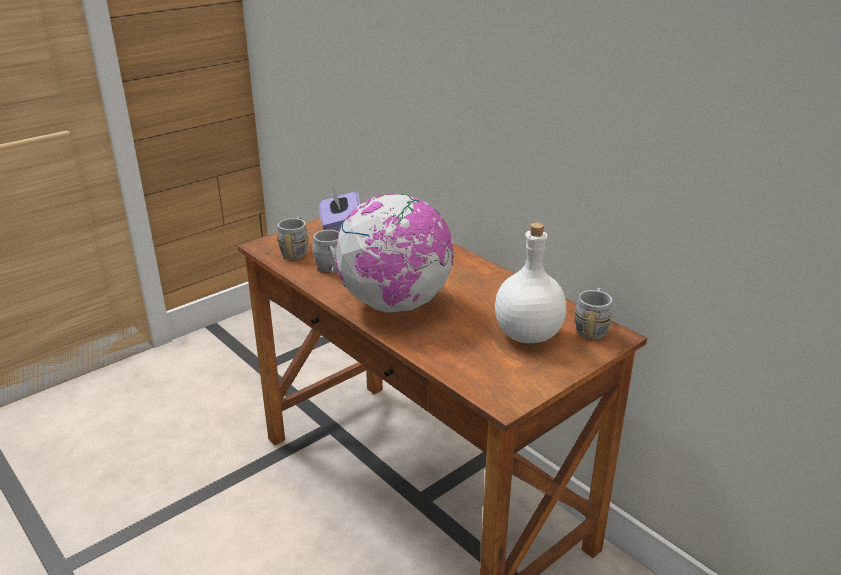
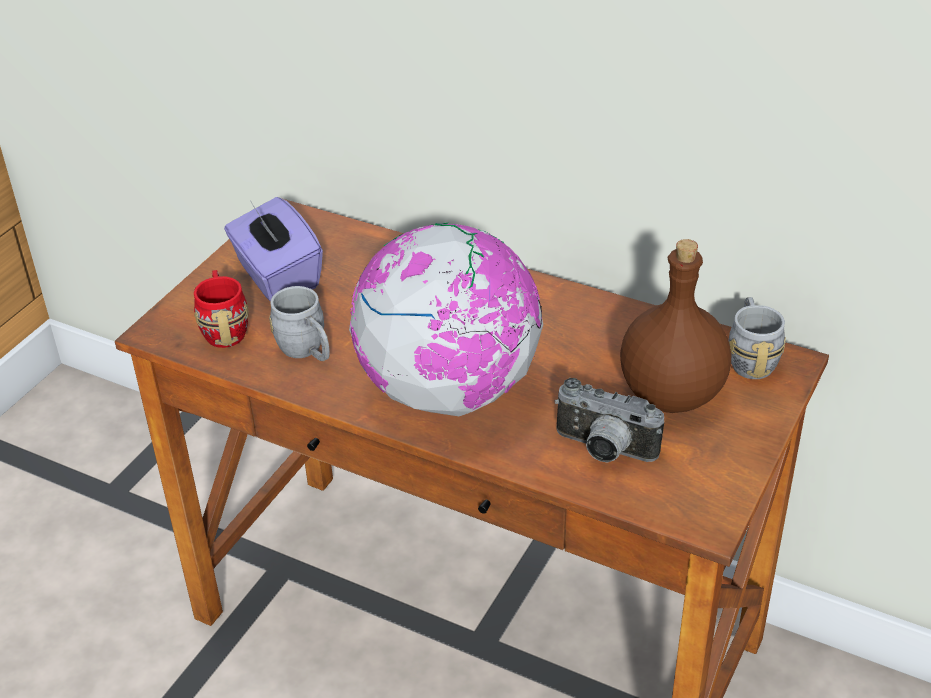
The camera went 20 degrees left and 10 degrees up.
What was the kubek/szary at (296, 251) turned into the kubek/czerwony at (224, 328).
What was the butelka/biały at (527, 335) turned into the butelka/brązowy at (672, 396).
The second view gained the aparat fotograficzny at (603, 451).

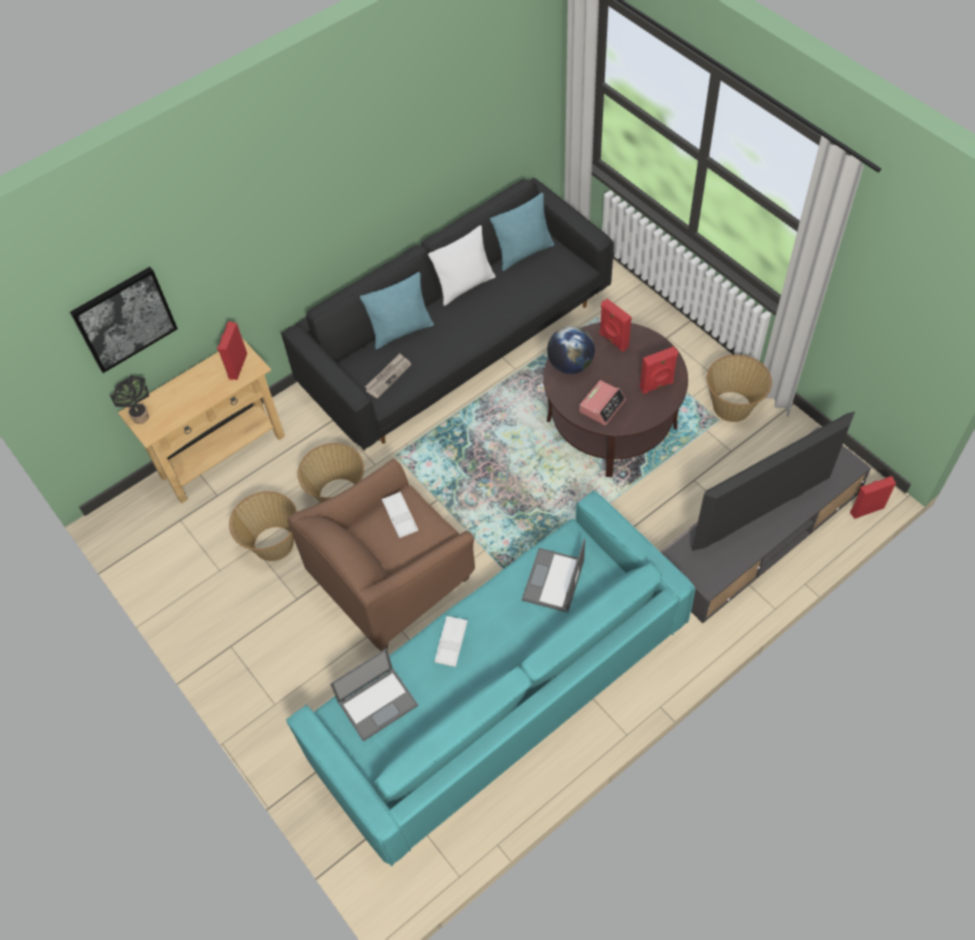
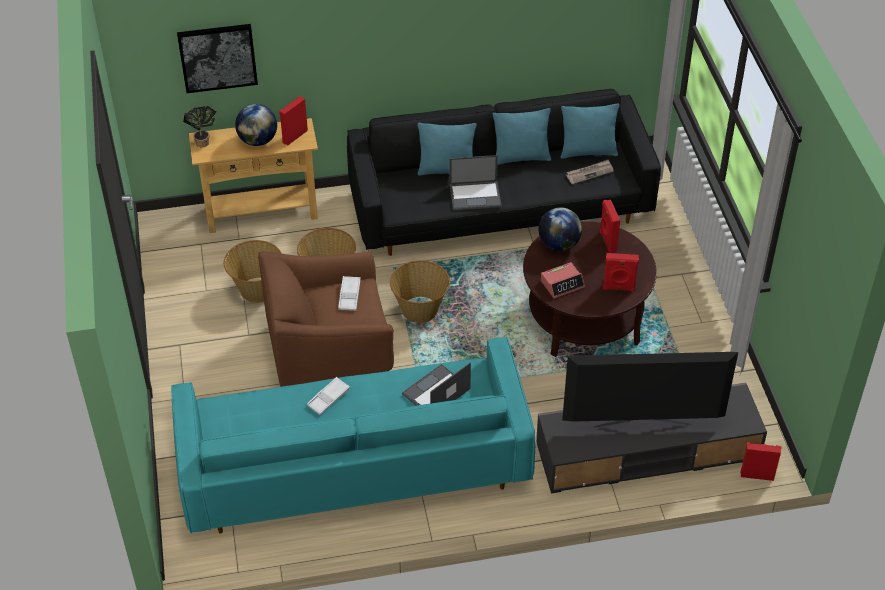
The camera went 25 degrees right and 10 degrees down.
What was the poduszka/biały at (465, 286) turned into the poduszka/turkusowy at (521, 157).
The gazeta ended up elsewhere, having gone from (388, 376) to (590, 173).
The koszyk ended up elsewhere, having gone from (733, 406) to (420, 310).
The laptop ended up elsewhere, having gone from (378, 702) to (476, 195).
The second view gained the globus at (258, 140).

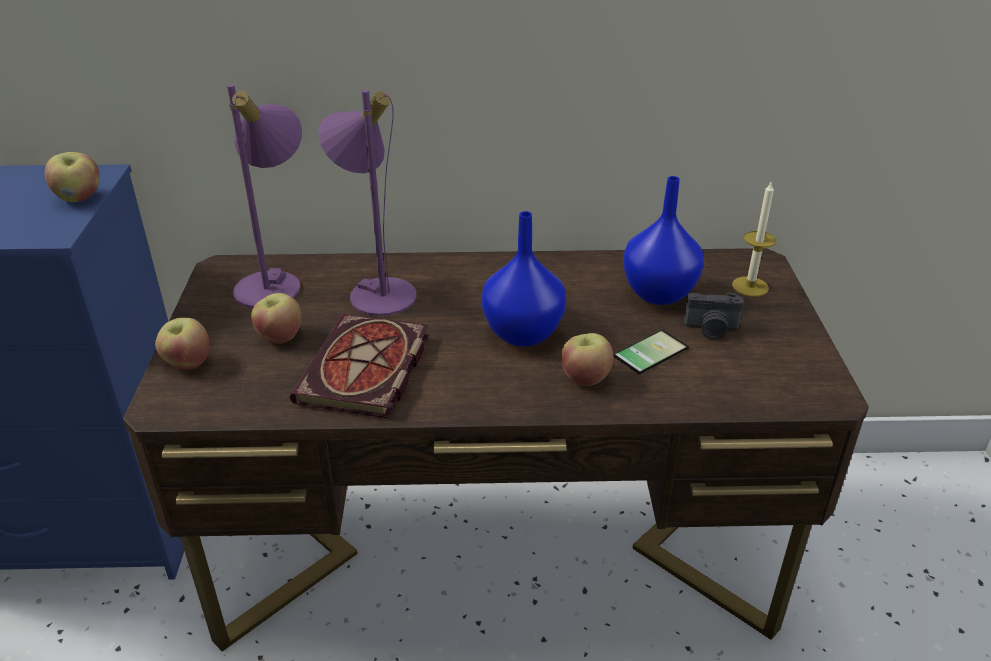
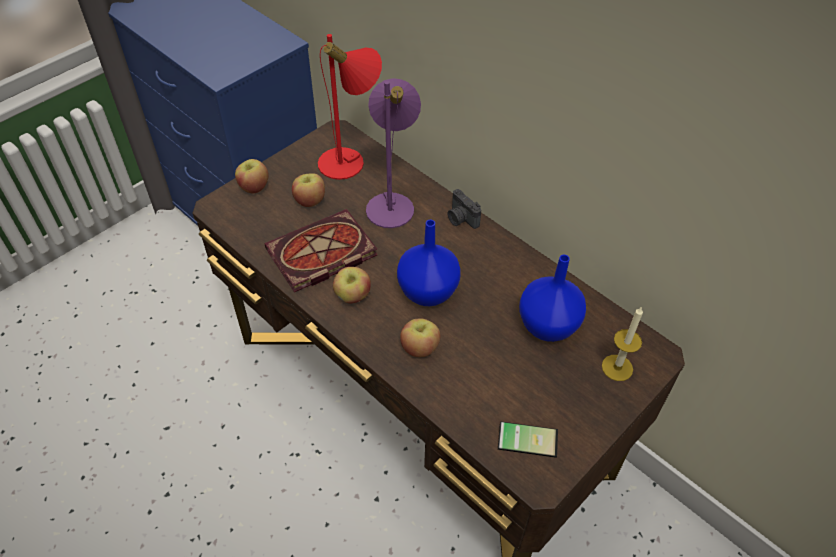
The camera went 45 degrees right and 15 degrees up.
What was the lampa stołowa/fioletowy at (276, 283) turned into the lampa stołowa/czerwony at (350, 162).
The jabłko ended up elsewhere, having gone from (79, 198) to (352, 296).
The aparat fotograficzny ended up elsewhere, having gone from (711, 329) to (461, 219).
The telefon ended up elsewhere, having gone from (648, 350) to (528, 436).

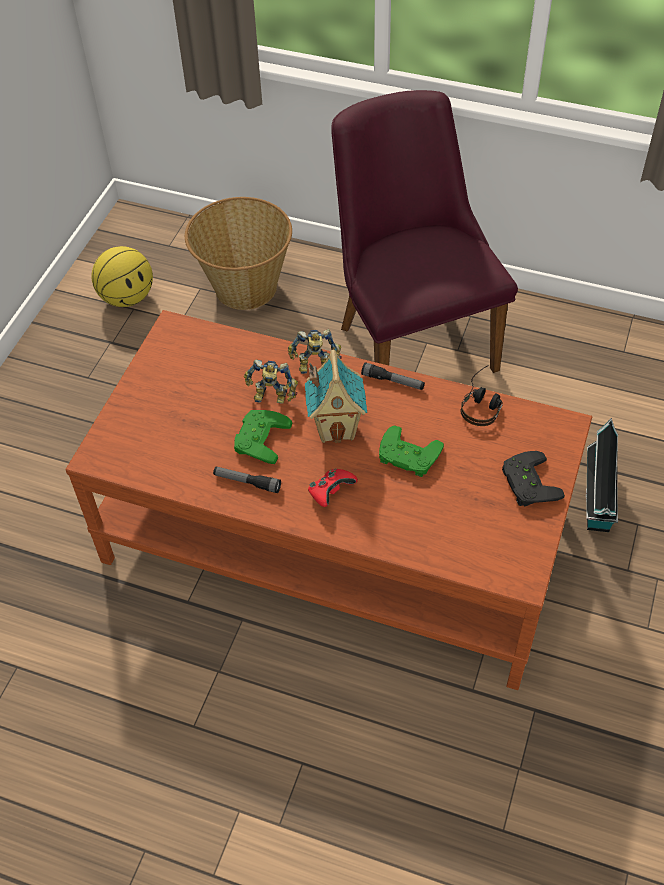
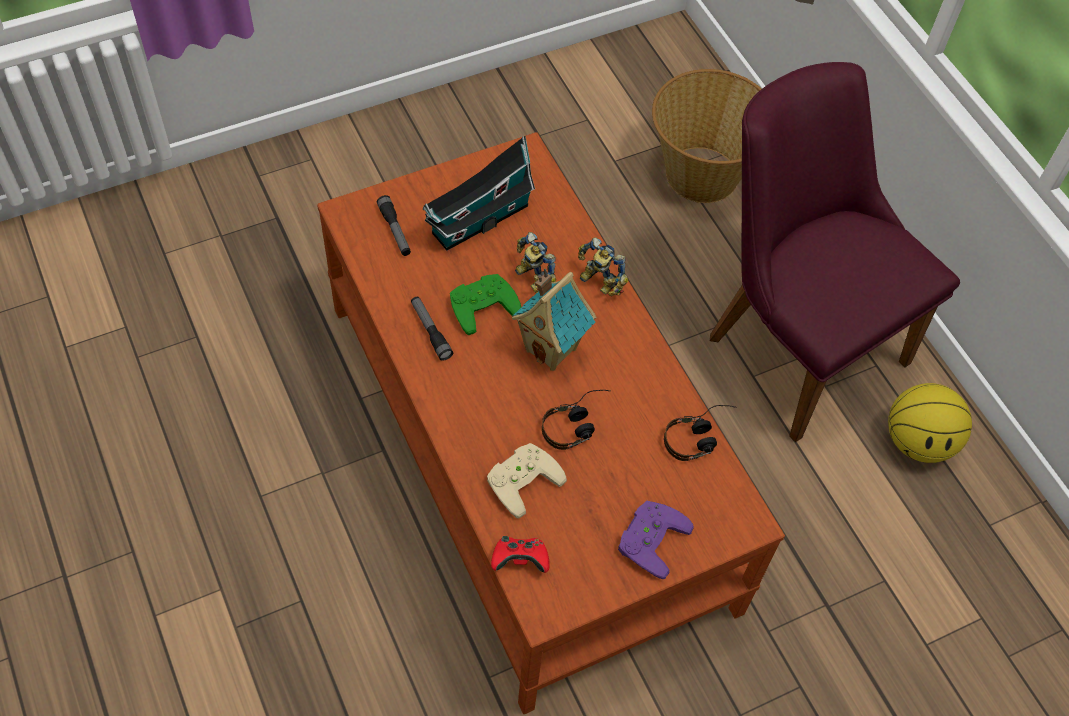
The camera went 40 degrees right and 5 degrees up.
The krzesło/fioletowy at (409, 338) ended up facing another way, 60 degrees counterclockwise from before.
The piłka do koszykówki ended up elsewhere, having gone from (128, 297) to (918, 442).
The latarka ended up elsewhere, having gone from (393, 381) to (395, 230).
The domek ended up elsewhere, having gone from (597, 499) to (477, 221).
Where the pad do gier/zielony stood at (407, 457), the słuchawki came to stand at (578, 424).
What was the pad do gier/czarny at (526, 483) turned into the pad do gier/fioletowy at (649, 538).
The pad do gier/czerwony ended up elsewhere, having gone from (331, 493) to (520, 560).
The second view gained the pad do gier/beżowy at (521, 478).

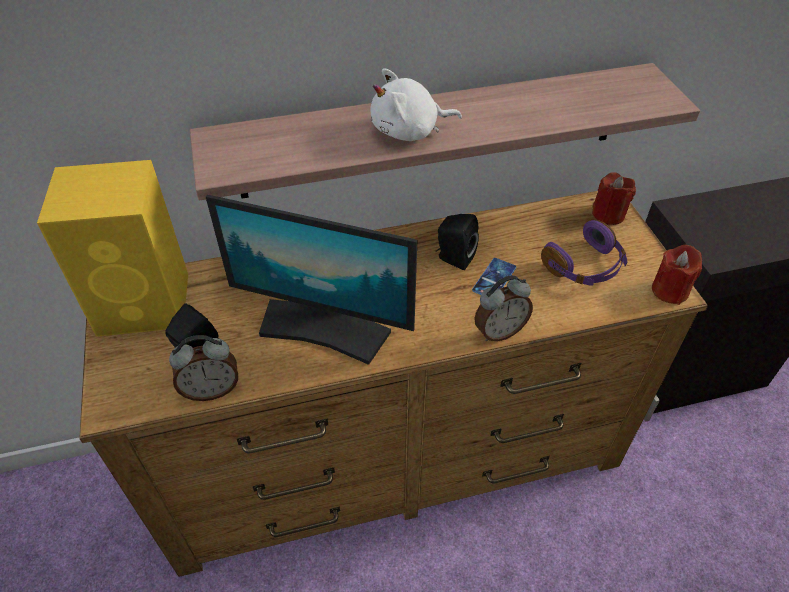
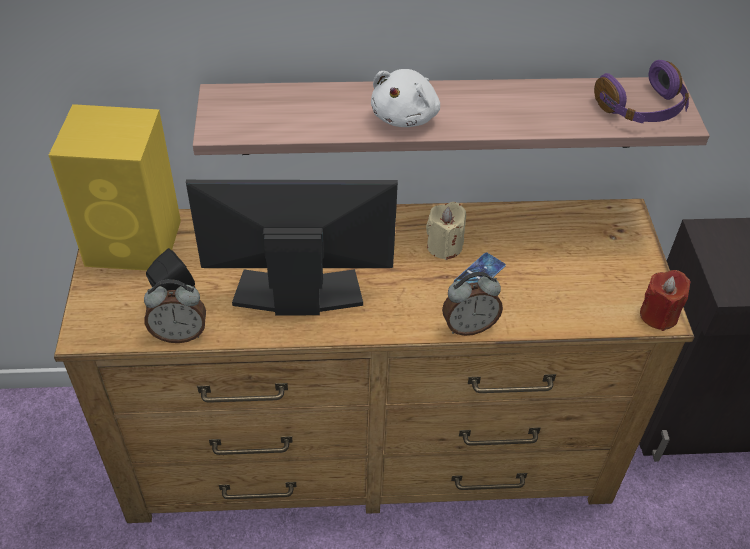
The camera went 10 degrees right and 0 degrees up.
The pluszak/biały at (409, 131) ended up facing another way, 60 degrees counterclockwise from before.
The second view lost the świeca/czerwony at (608, 214).
The monitor at (324, 328) ended up facing another way, 150 degrees clockwise from before.
Where the głośnik/czarny stood at (453, 258), the świeca/beżowy came to stand at (444, 246).
The słuchawki/fioletowy ended up elsewhere, having gone from (584, 267) to (642, 109).

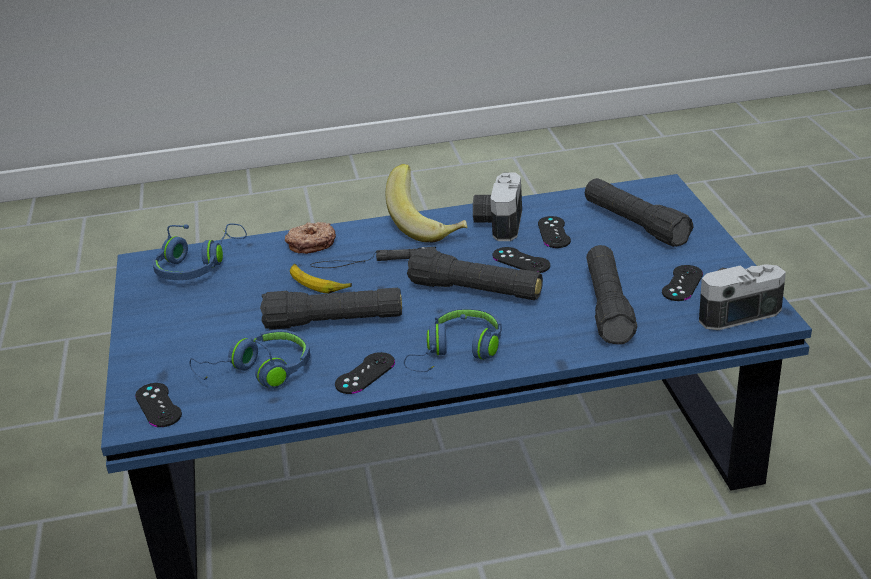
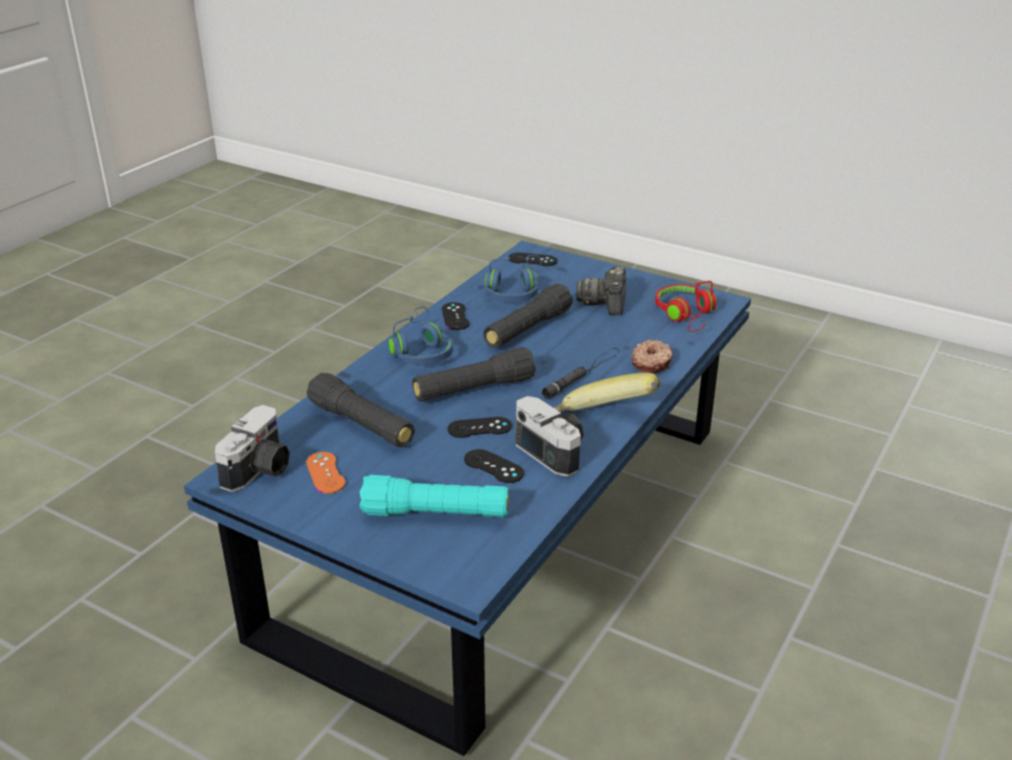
The camera went 130 degrees right and 0 degrees up.
What was the latarka/czarny at (635, 224) turned into the latarka/turkusowy at (435, 513).
What was the słuchawki/niebieski at (198, 265) turned into the słuchawki/czerwony at (686, 316).
The second view lost the banan at (318, 283).
What was the pad do gier/czarny at (682, 283) turned into the pad do gier/pomarańczowy at (325, 473).
The second view gained the aparat fotograficzny at (605, 303).

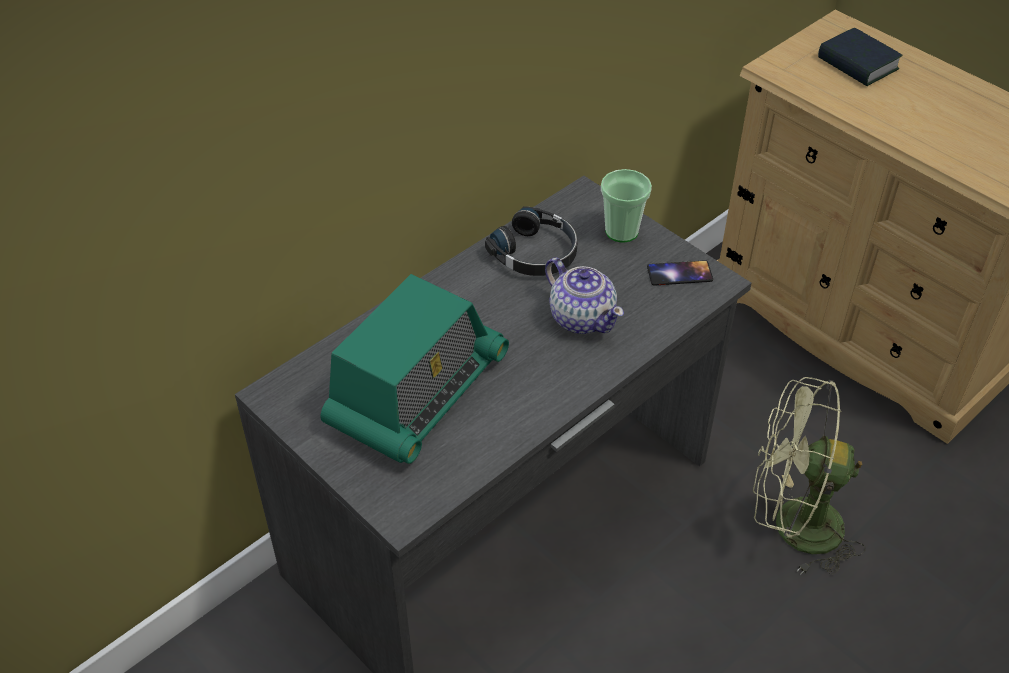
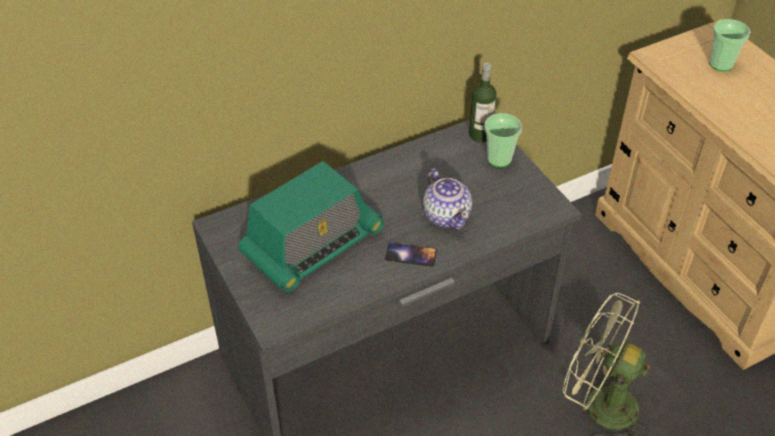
The camera went 15 degrees right and 0 degrees up.
Where the książka stood at (857, 64), the filiżanka came to stand at (721, 64).
The second view lost the słuchawki/czarny at (536, 253).
The telefon ended up elsewhere, having gone from (679, 273) to (411, 255).
The second view gained the butelka at (480, 135).

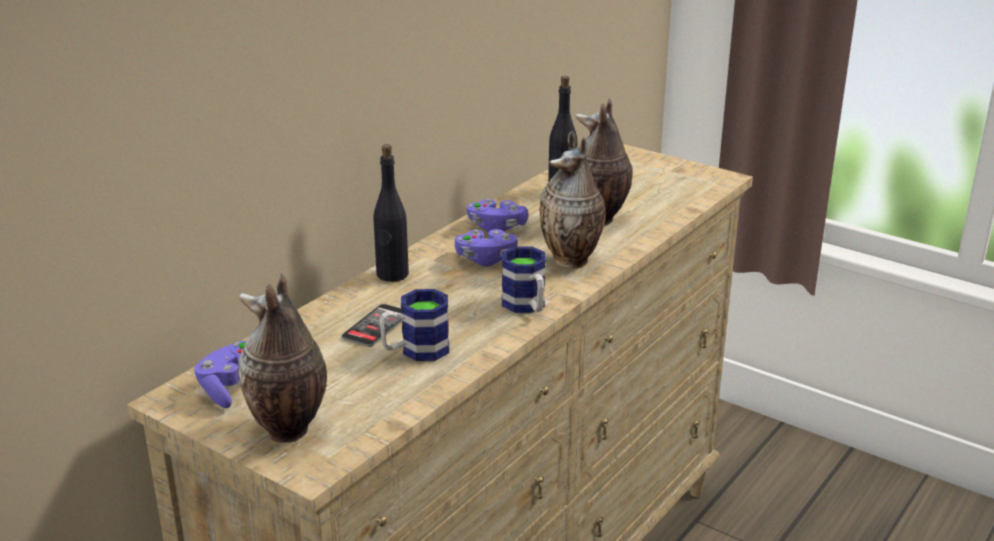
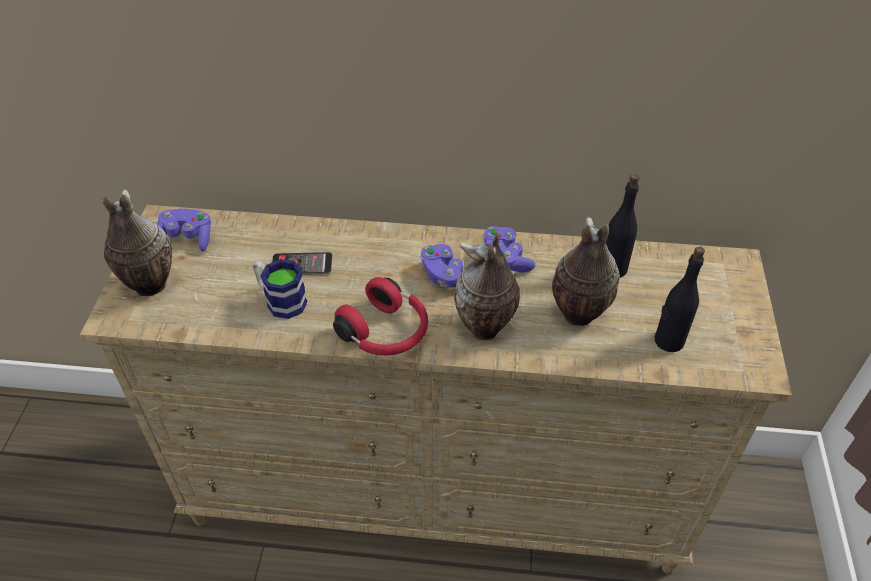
The camera went 60 degrees right and 20 degrees up.
The butelka/czarny ended up elsewhere, having gone from (392, 275) to (668, 341).
Where the kubek stood at (527, 306), the słuchawki/czerwony came to stand at (386, 333).

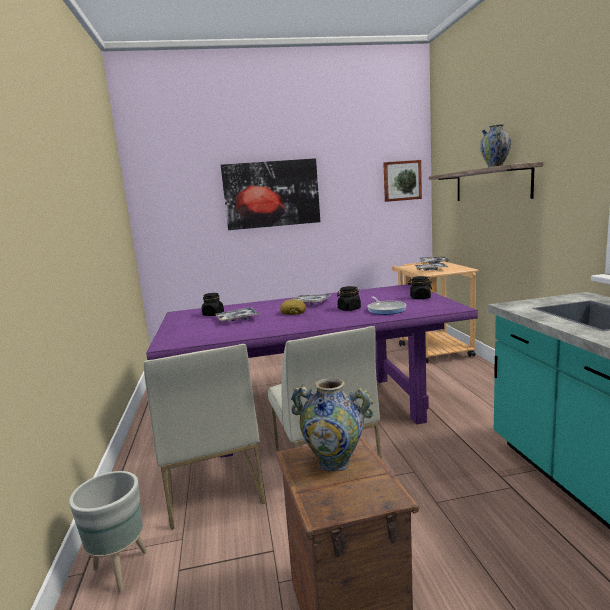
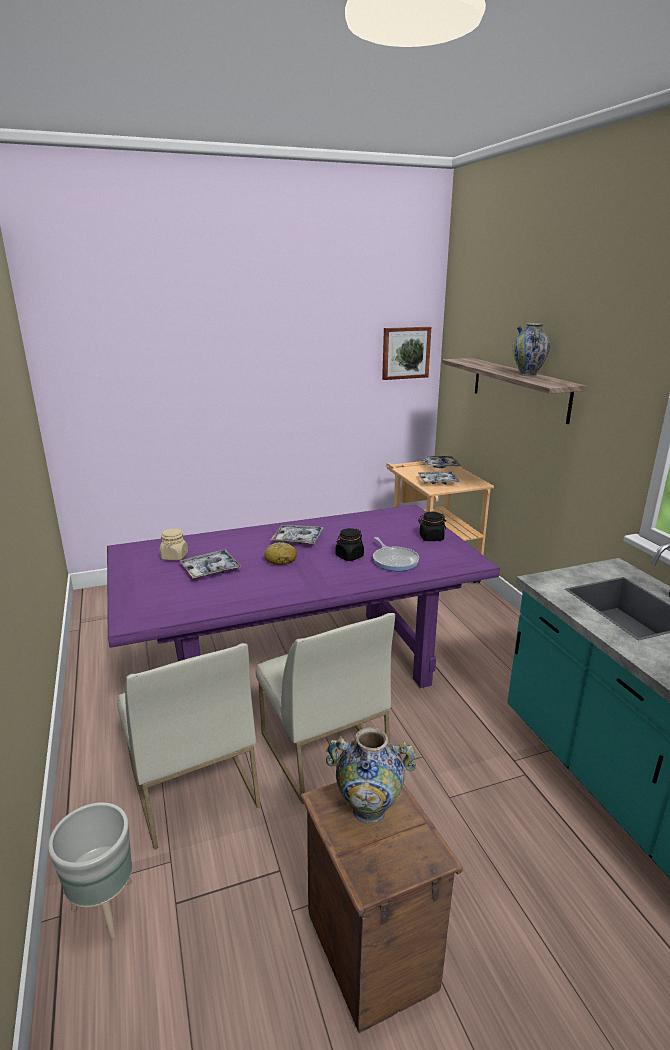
The camera went 10 degrees left and 10 degrees up.
The second view lost the obraz at (271, 194).
What was the słoik/czarny at (213, 314) turned into the słoik/beżowy at (174, 556).

